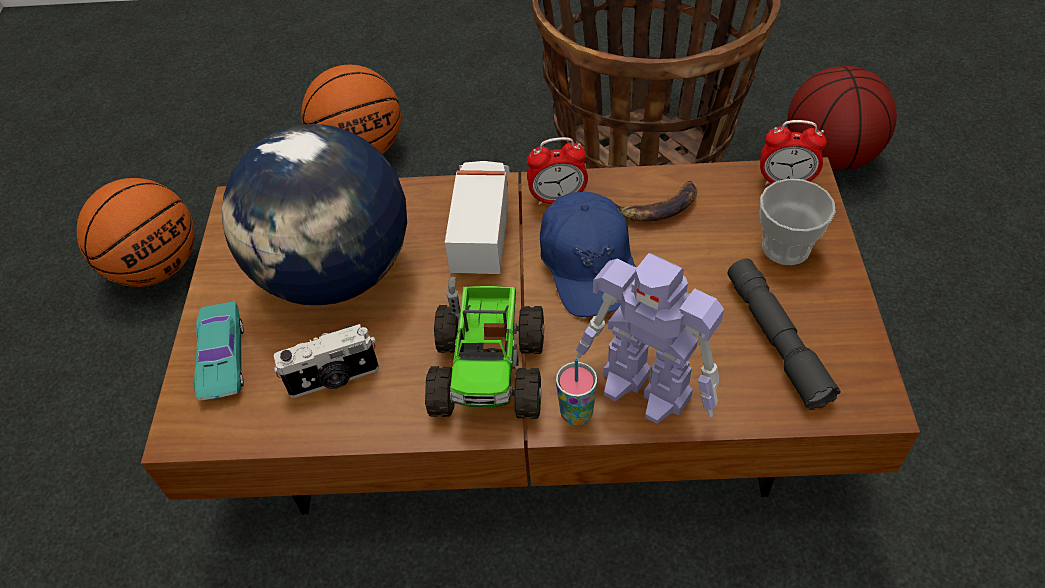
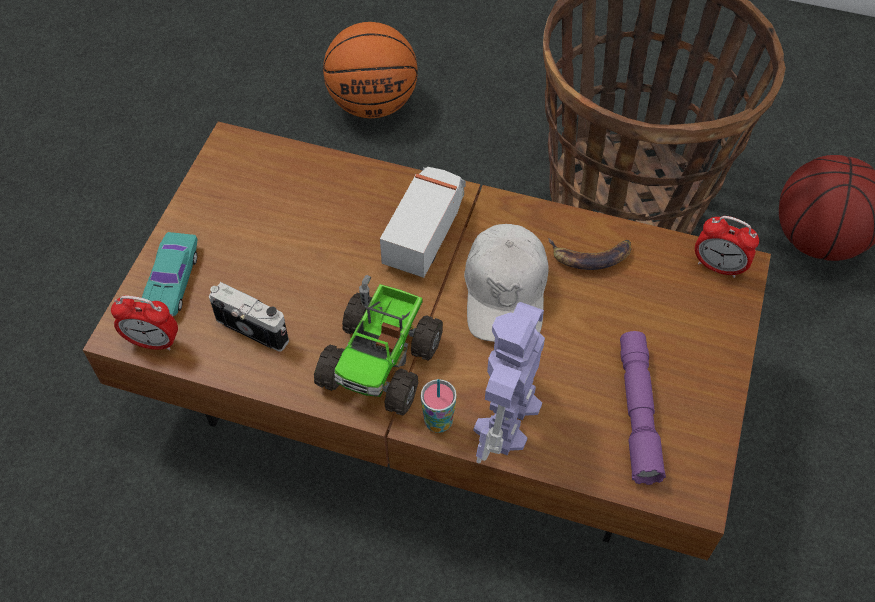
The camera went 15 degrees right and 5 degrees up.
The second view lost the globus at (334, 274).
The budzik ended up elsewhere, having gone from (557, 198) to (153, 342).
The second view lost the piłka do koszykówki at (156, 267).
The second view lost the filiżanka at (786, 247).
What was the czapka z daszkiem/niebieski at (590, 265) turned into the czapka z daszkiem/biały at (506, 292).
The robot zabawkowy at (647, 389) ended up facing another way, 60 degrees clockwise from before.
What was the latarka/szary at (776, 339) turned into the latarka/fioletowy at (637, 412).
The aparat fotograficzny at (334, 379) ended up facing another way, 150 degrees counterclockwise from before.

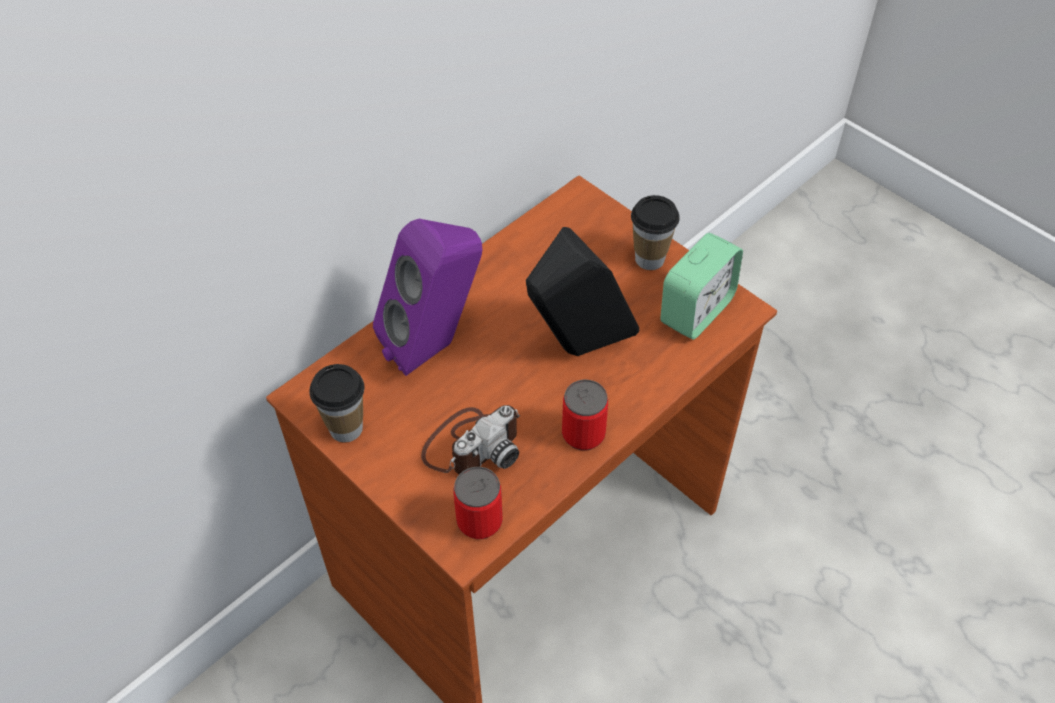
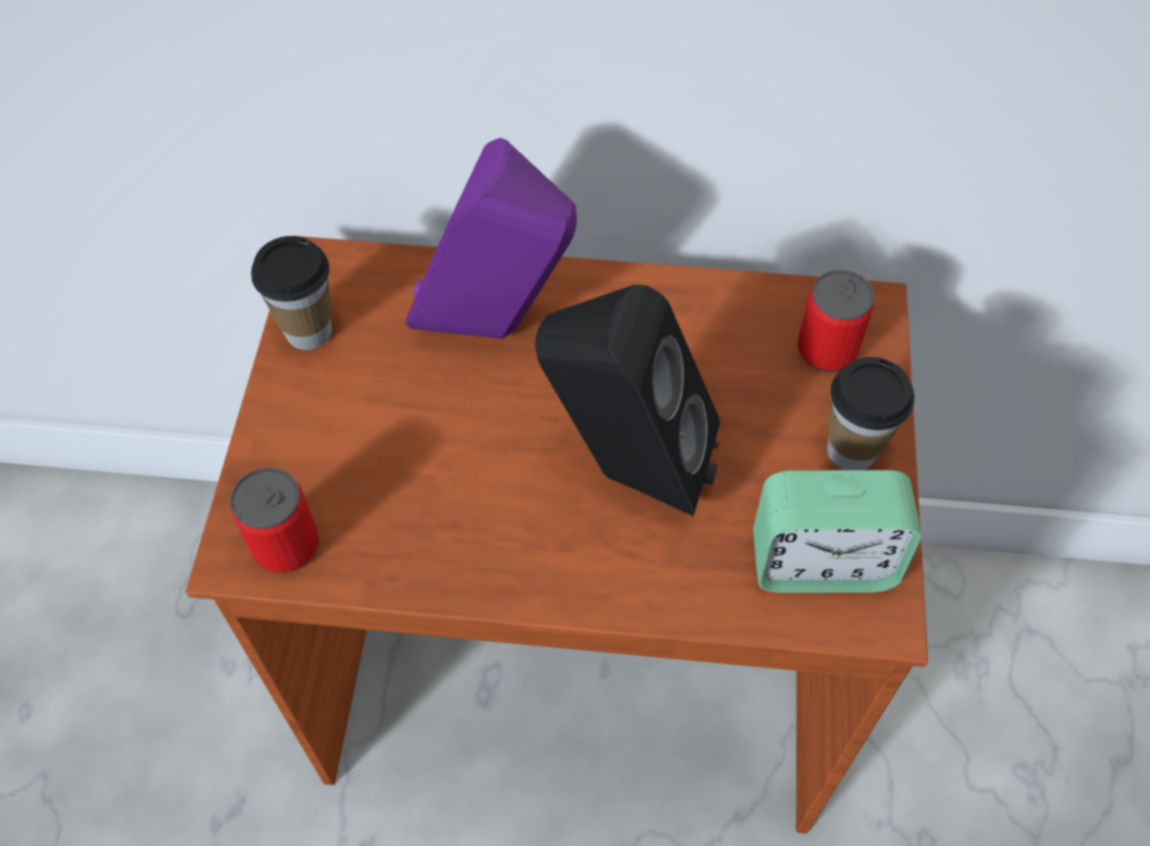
The camera went 50 degrees right and 5 degrees up.
The puszka ended up elsewhere, having gone from (583, 434) to (826, 350).
The second view lost the aparat fotograficzny at (472, 444).

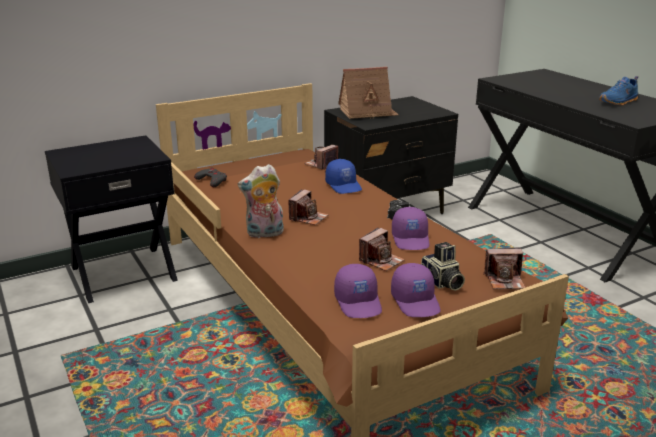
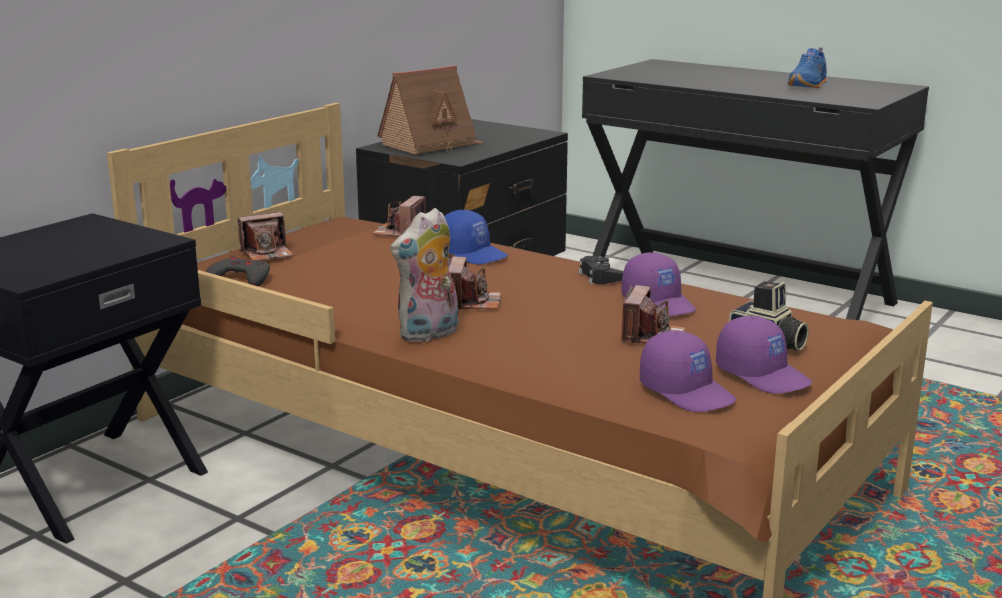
The camera went 25 degrees left and 5 degrees down.
The aparat fotograficzny ended up elsewhere, having gone from (504, 280) to (267, 253).

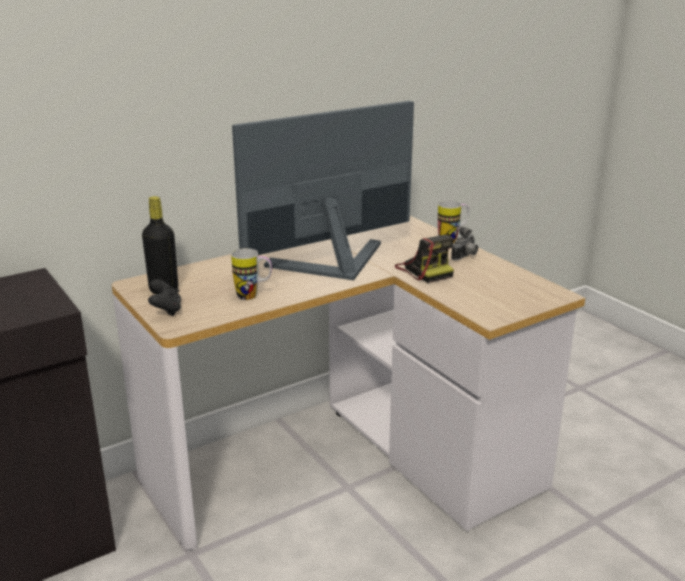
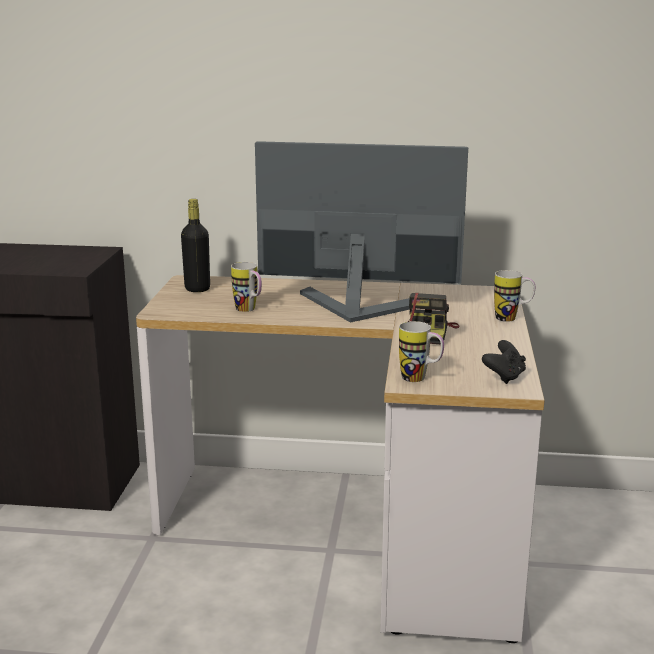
The camera went 40 degrees right and 5 degrees down.
The second view lost the aparat fotograficzny at (465, 257).
The pad do gier/czarny ended up elsewhere, having gone from (166, 310) to (504, 377).
The second view gained the kubek at (420, 379).

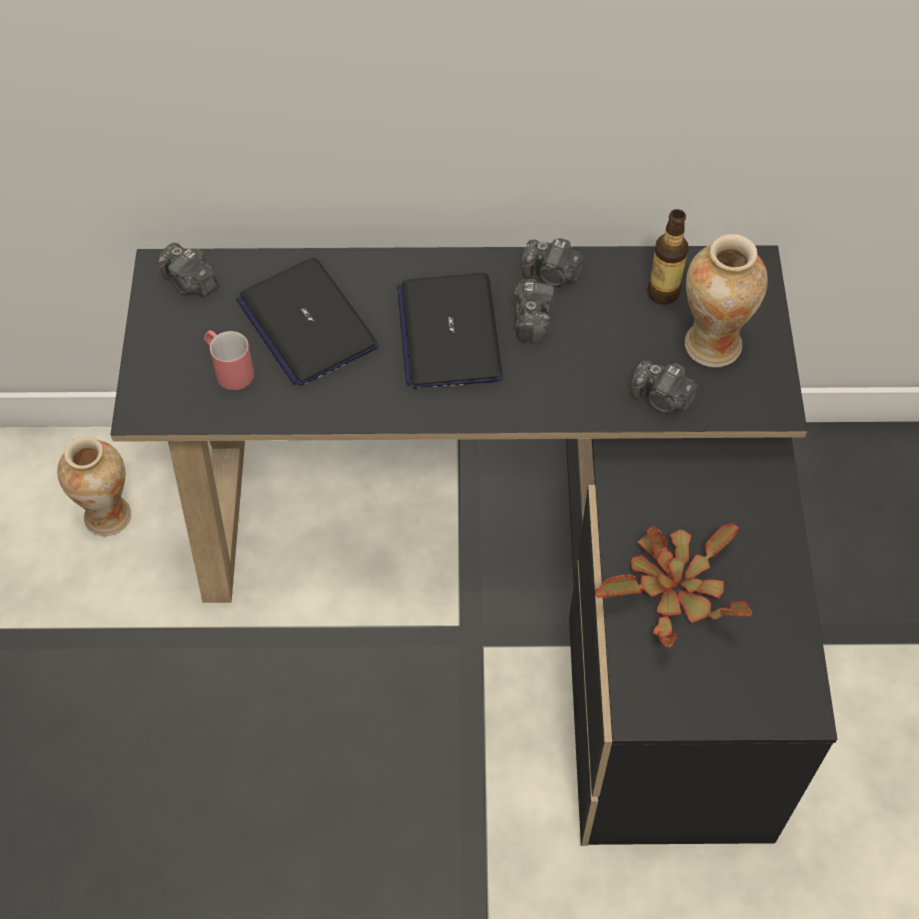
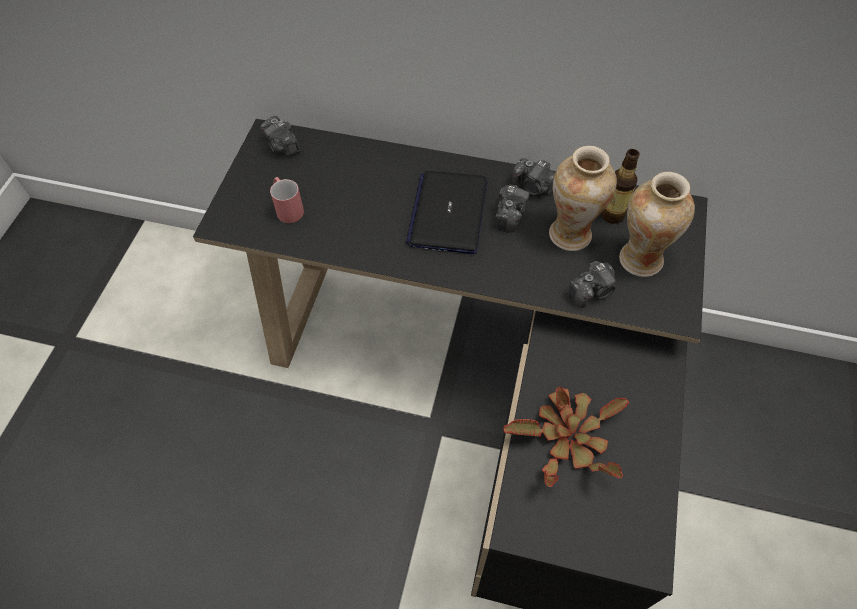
The camera went 15 degrees right and 0 degrees up.
The second view lost the laptop at (306, 323).
The aparat fotograficzny at (662, 399) ended up facing another way, 75 degrees counterclockwise from before.
The wazon ended up elsewhere, having gone from (108, 515) to (570, 234).

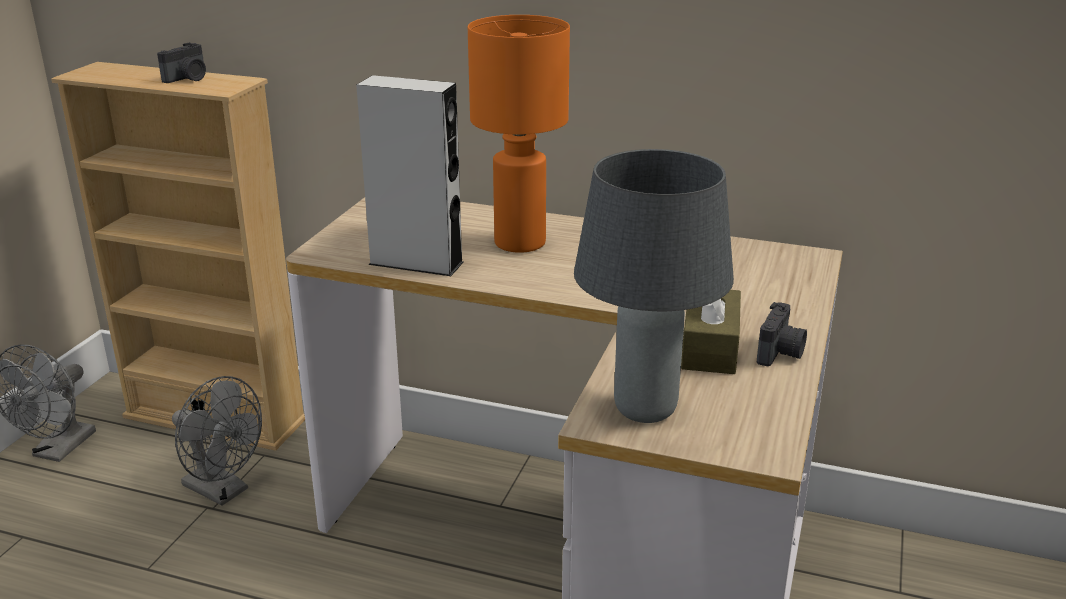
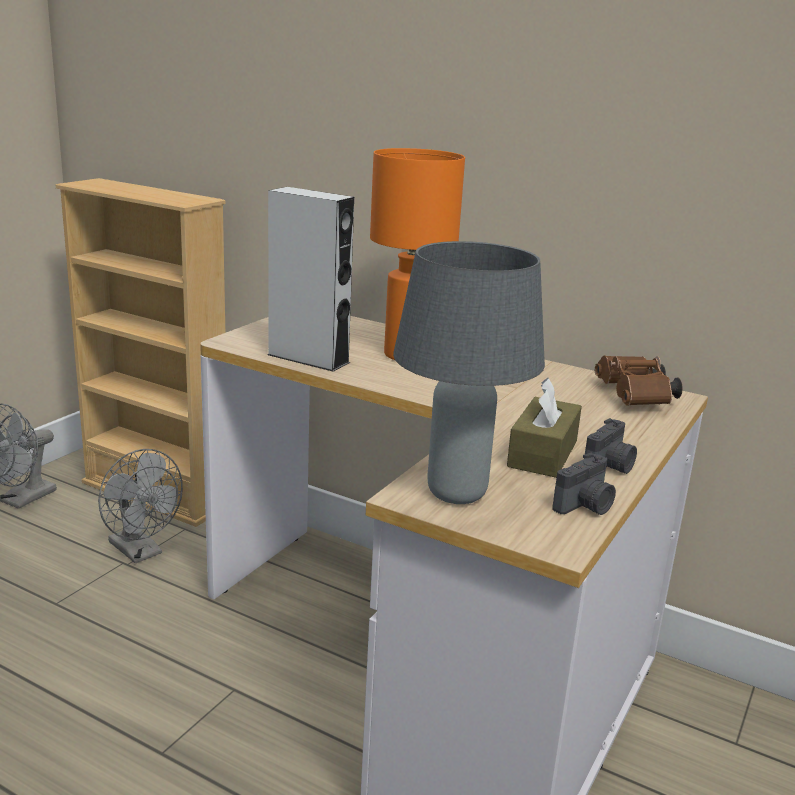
The camera went 10 degrees right and 5 degrees down.
The aparat fotograficzny ended up elsewhere, having gone from (188, 78) to (585, 506).
The second view gained the lornetka/brązowy at (635, 398).

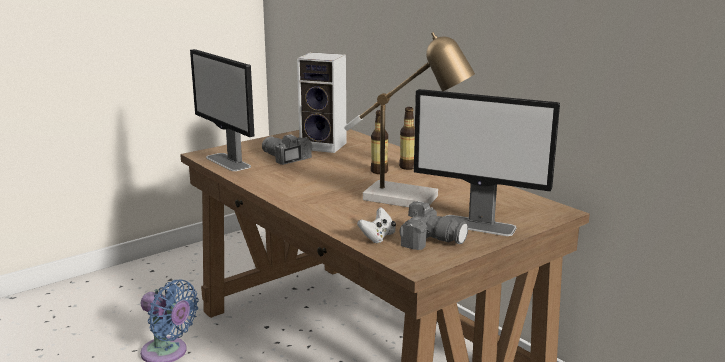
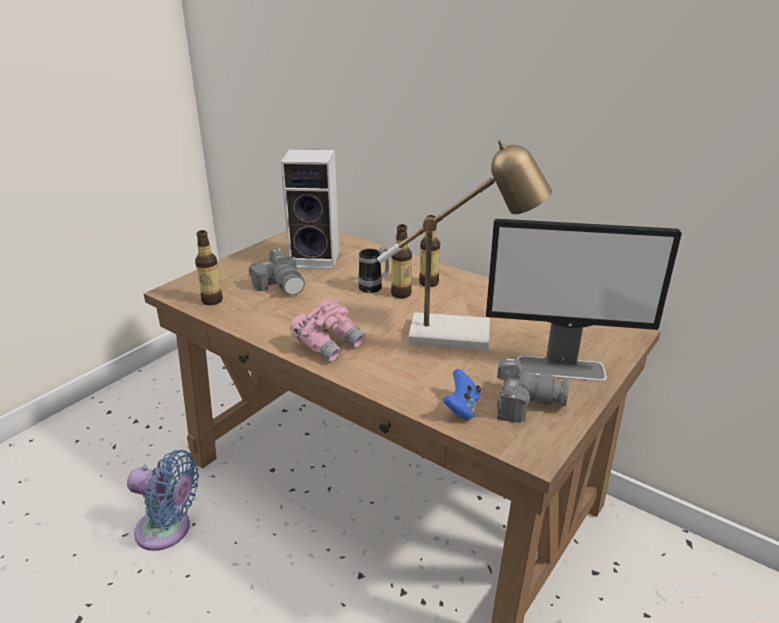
The camera went 15 degrees left and 10 degrees up.
Where the monitor stood at (228, 162), the butelka came to stand at (212, 300).
The aparat fotograficzny at (286, 158) ended up facing another way, 150 degrees counterclockwise from before.
What was the pad do gier/biały at (378, 237) turned into the pad do gier/niebieski at (462, 408).
The second view gained the kubek at (374, 287).
The second view gained the lornetka/różowy at (329, 344).

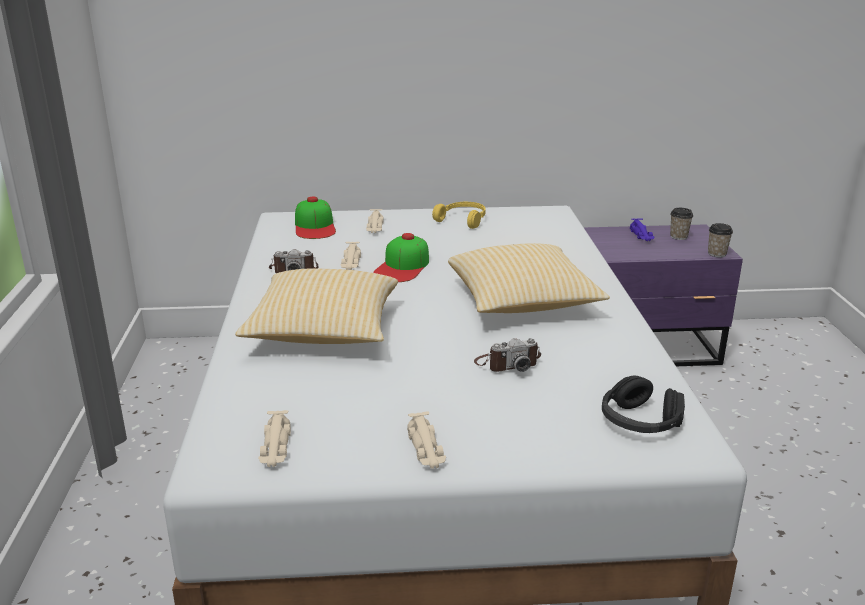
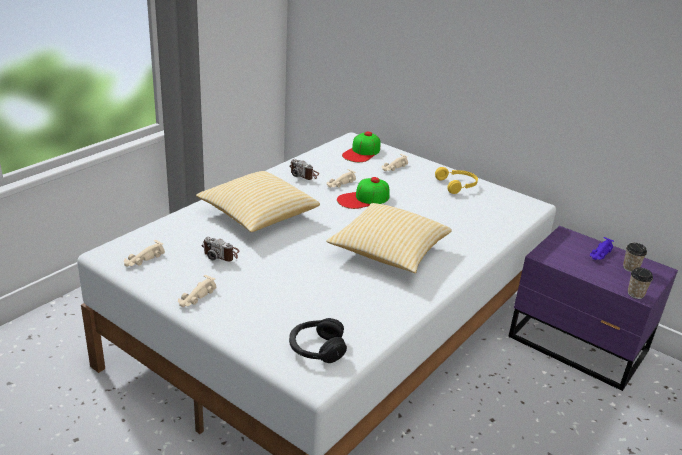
The camera went 40 degrees right and 5 degrees up.
The aparat fotograficzny ended up elsewhere, having gone from (507, 363) to (221, 254).

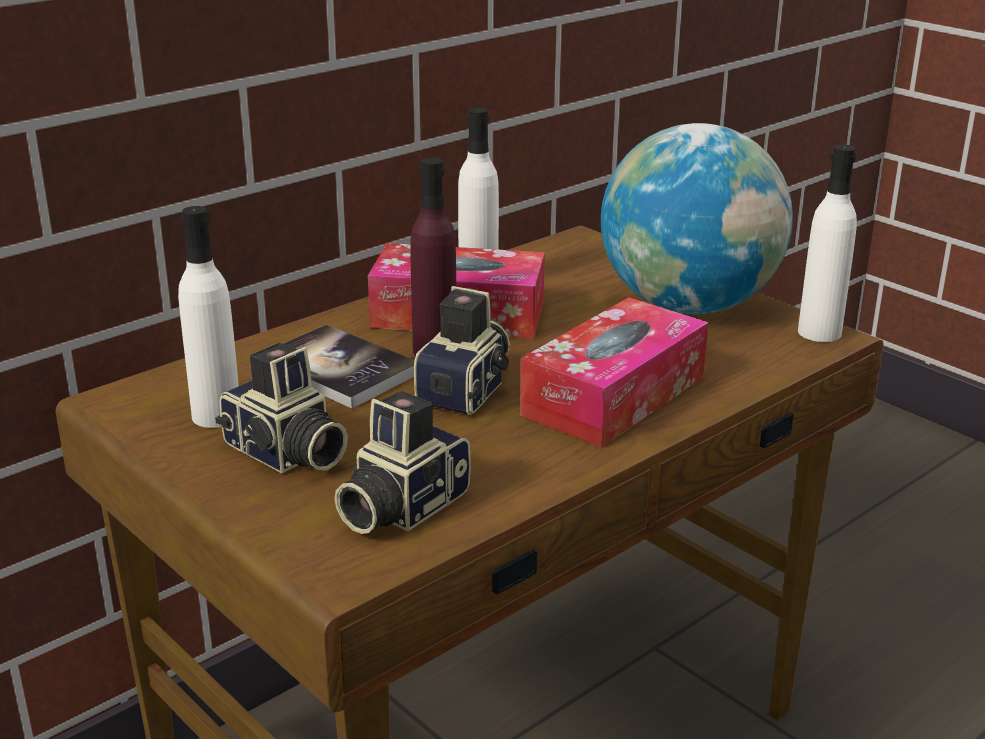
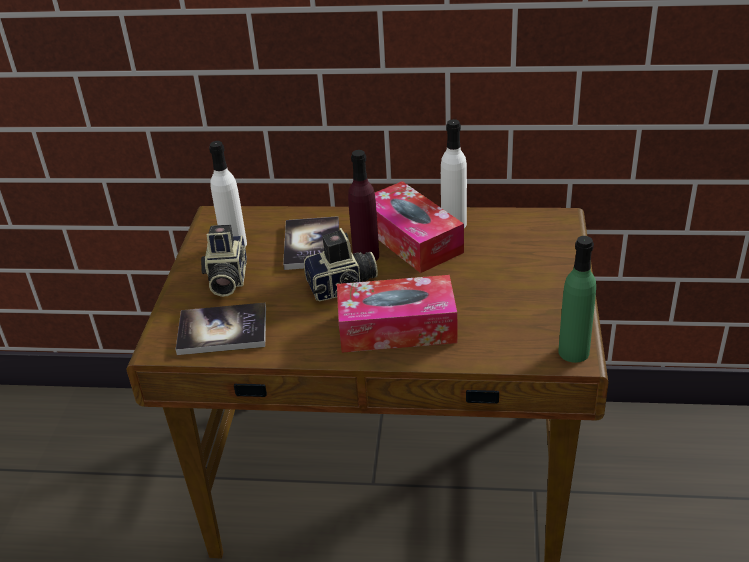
The camera went 50 degrees right and 10 degrees up.
The second view lost the globus at (689, 305).
What was the butelka/biały at (819, 332) turned into the butelka/zielony at (573, 352).
Where the aparat fotograficzny stood at (399, 507), the książka came to stand at (222, 331).

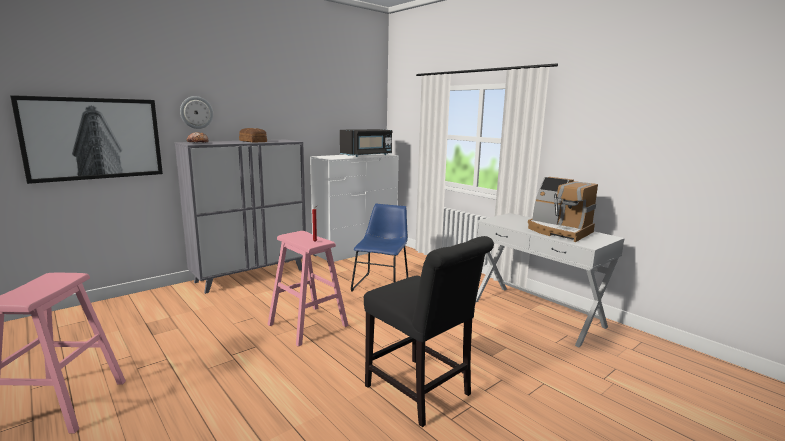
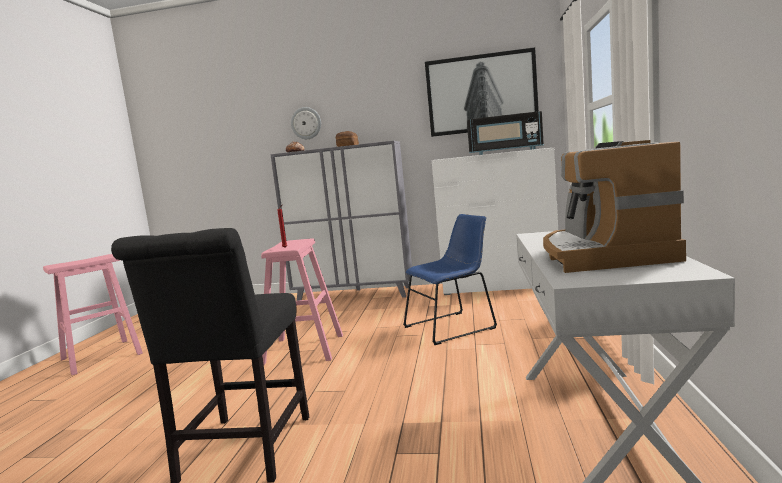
The camera went 50 degrees right and 5 degrees down.
The obraz ended up elsewhere, having gone from (94, 138) to (481, 93).

